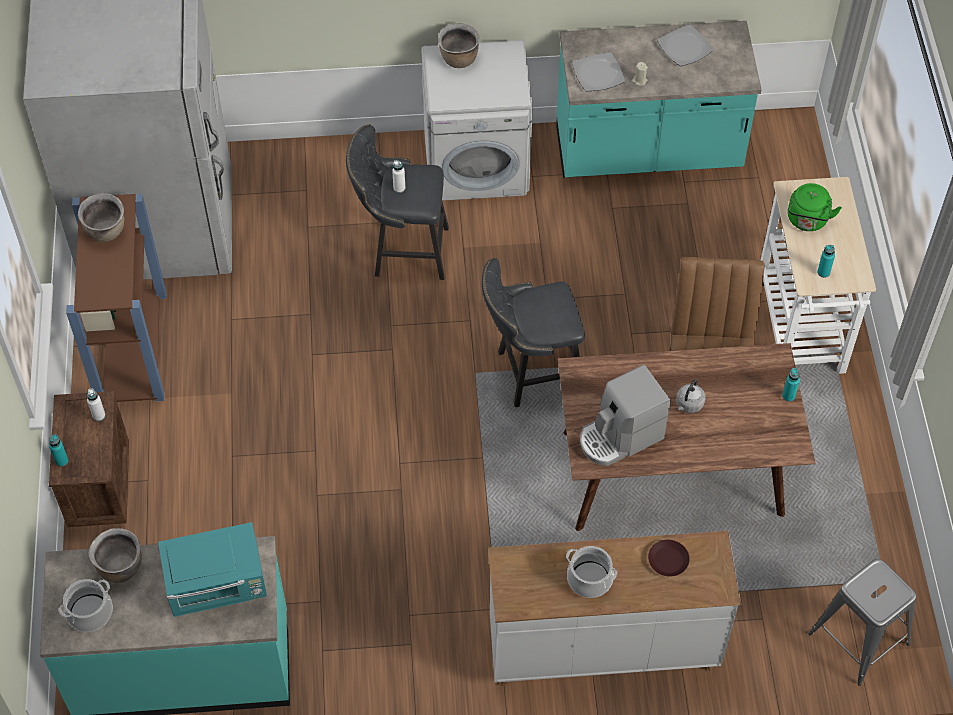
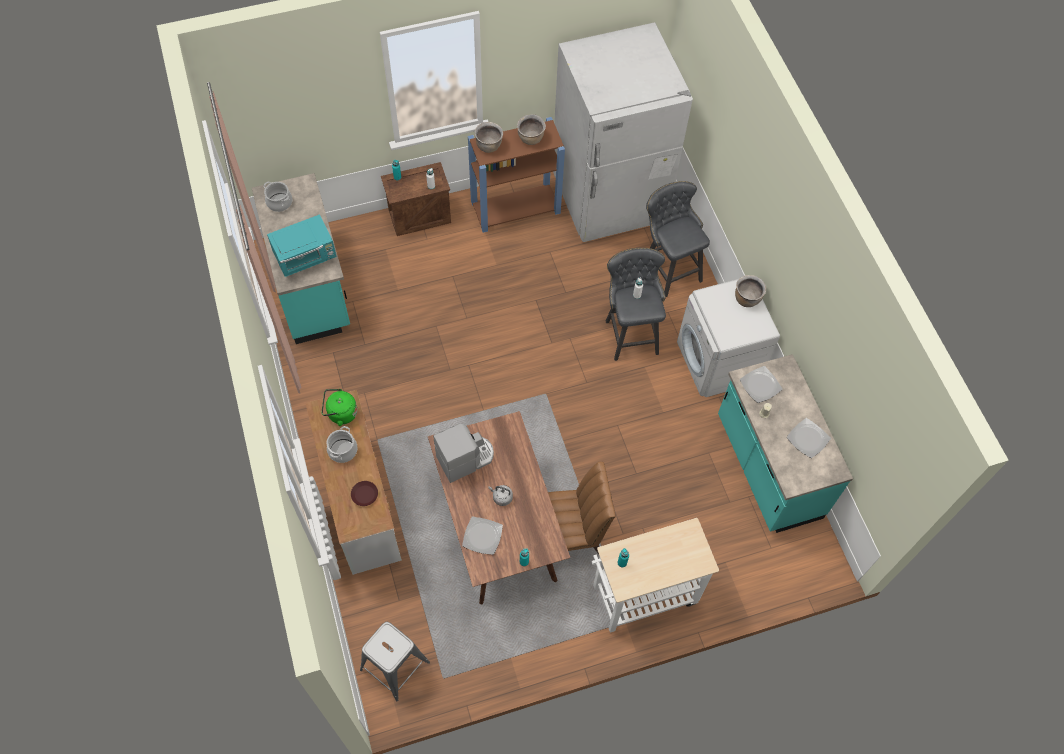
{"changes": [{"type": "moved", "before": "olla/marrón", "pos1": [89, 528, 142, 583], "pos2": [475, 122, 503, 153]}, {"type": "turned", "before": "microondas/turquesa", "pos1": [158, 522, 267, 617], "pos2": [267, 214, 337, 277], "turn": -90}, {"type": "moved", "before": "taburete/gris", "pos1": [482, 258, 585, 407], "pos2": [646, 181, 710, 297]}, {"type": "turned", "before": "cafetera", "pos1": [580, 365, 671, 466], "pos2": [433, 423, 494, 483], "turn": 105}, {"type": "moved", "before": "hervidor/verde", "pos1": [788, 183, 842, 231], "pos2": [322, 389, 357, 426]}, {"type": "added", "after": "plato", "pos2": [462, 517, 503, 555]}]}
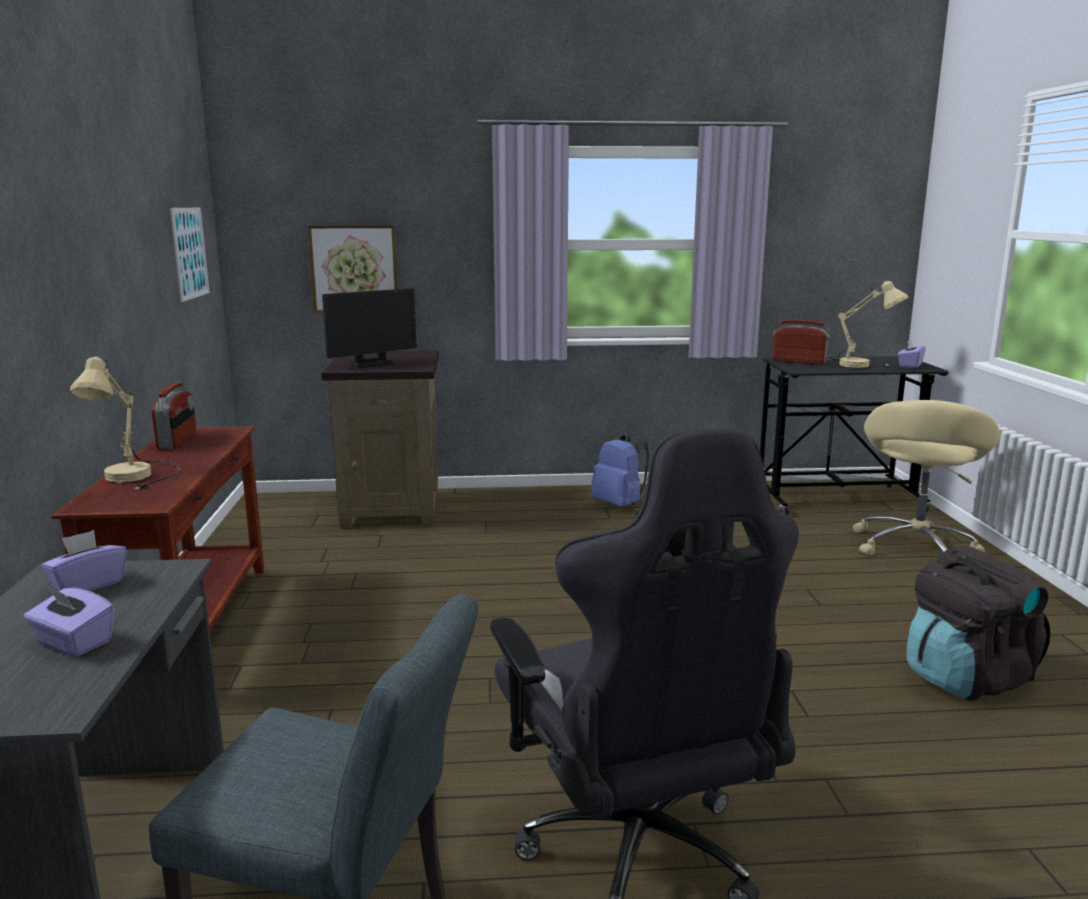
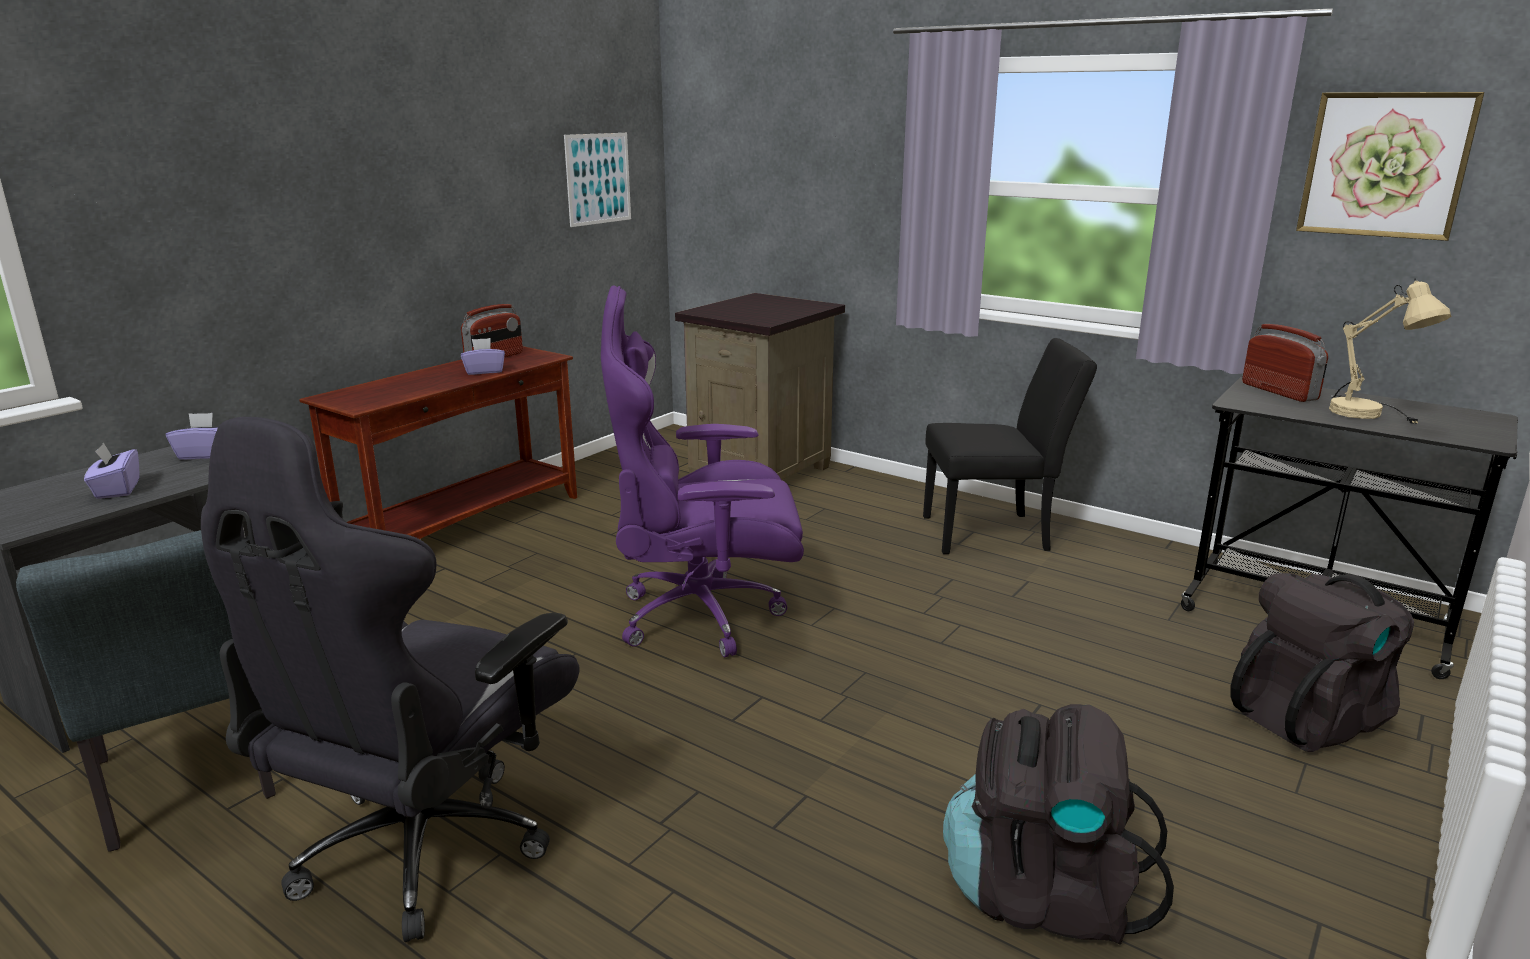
{"changes": [{"type": "removed", "before": "lámpara de mesa/beis", "pos1": [70, 354, 181, 490]}, {"type": "moved", "before": "cuadro", "pos1": [307, 225, 398, 313], "pos2": [1296, 92, 1485, 241]}, {"type": "removed", "before": "monitor", "pos1": [322, 288, 417, 367]}, {"type": "replaced", "before": "mochila/azul", "after": "silla/negro", "pos1": [591, 433, 649, 507], "pos2": [923, 338, 1097, 554]}, {"type": "replaced", "before": "silla de oficina/beis", "after": "mochila/negro", "pos1": [852, 400, 1000, 556], "pos2": [1231, 573, 1414, 752]}, {"type": "moved", "before": "caja de pañuelos/morado", "pos1": [898, 339, 926, 368], "pos2": [461, 338, 505, 375]}, {"type": "added", "after": "silla de oficina/morado", "pos2": [601, 285, 804, 657]}]}
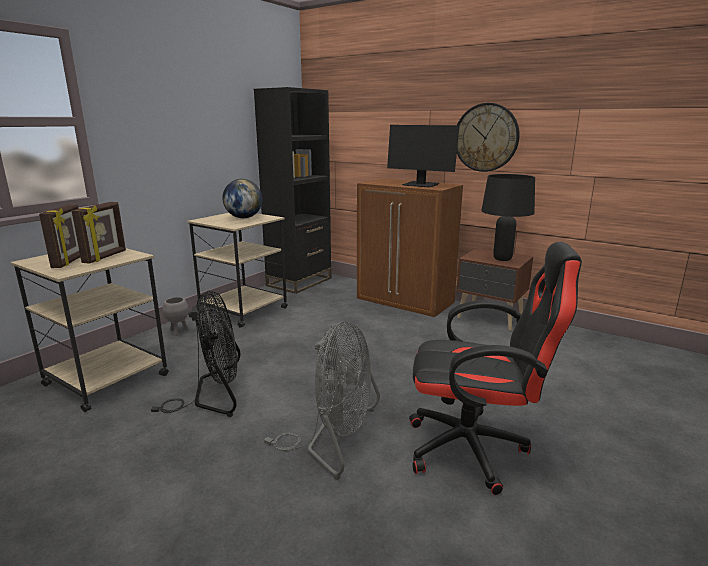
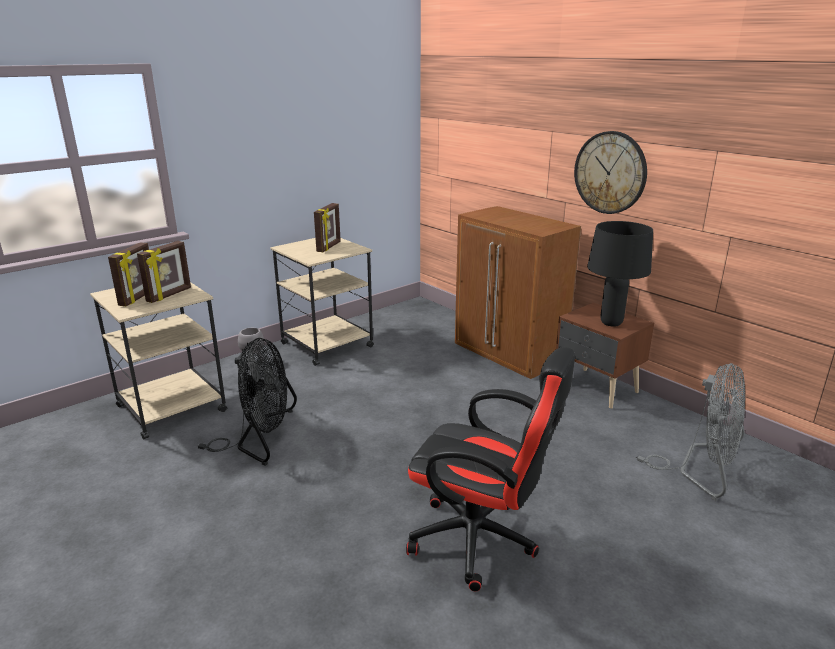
{"changes": [{"type": "replaced", "before": "globo terráqueo", "after": "portarretratos", "pos1": [222, 179, 263, 218], "pos2": [314, 203, 341, 252]}, {"type": "removed", "before": "estantería/negro", "pos1": [254, 87, 332, 294]}, {"type": "moved", "before": "ventilador/gris", "pos1": [264, 321, 380, 480], "pos2": [637, 363, 745, 501]}, {"type": "removed", "before": "monitor", "pos1": [387, 125, 460, 188]}]}
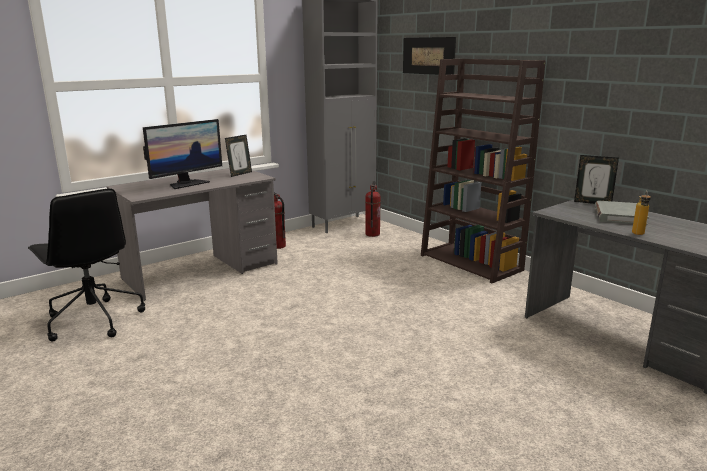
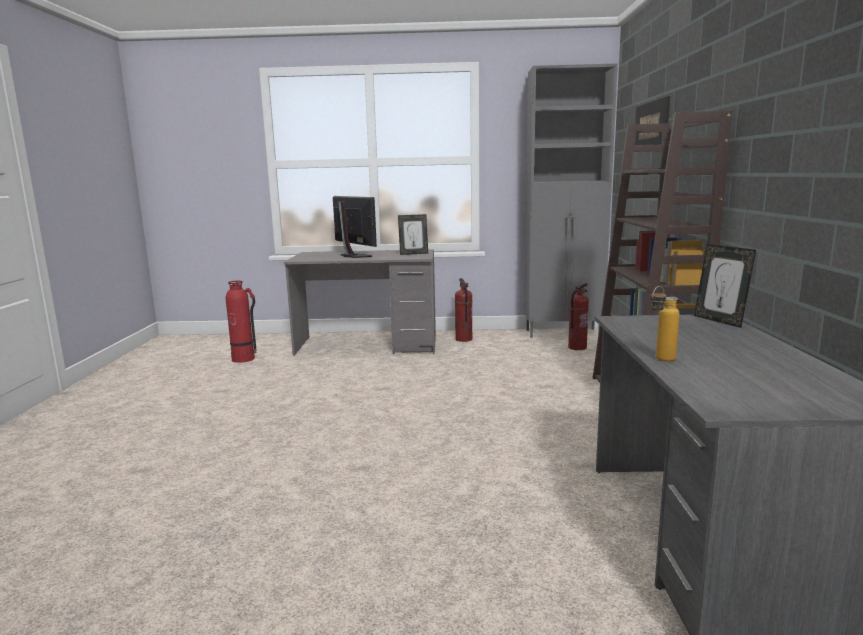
{"changes": [{"type": "replaced", "before": "silla de oficina/negro", "after": "extintor", "pos1": [28, 189, 145, 342], "pos2": [226, 281, 257, 363]}, {"type": "turned", "before": "monitor", "pos1": [143, 119, 222, 189], "pos2": [333, 196, 377, 258], "turn": -120}, {"type": "removed", "before": "libro/gris", "pos1": [595, 201, 649, 225]}]}
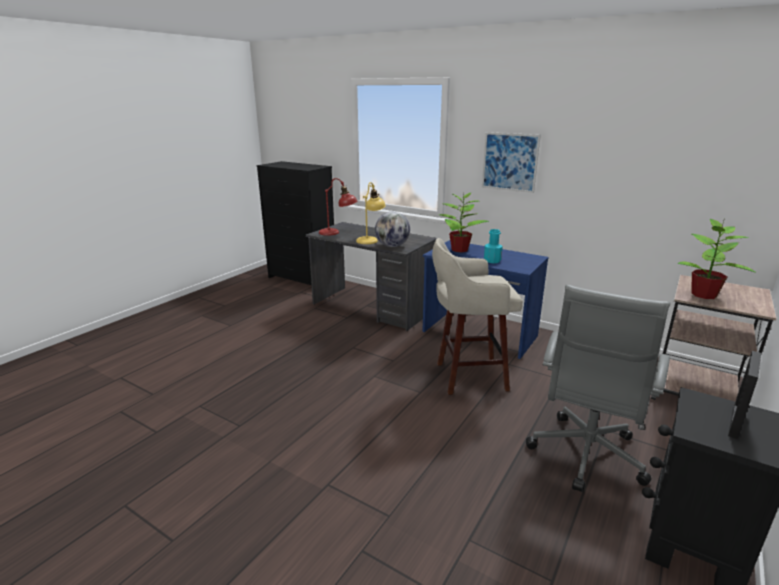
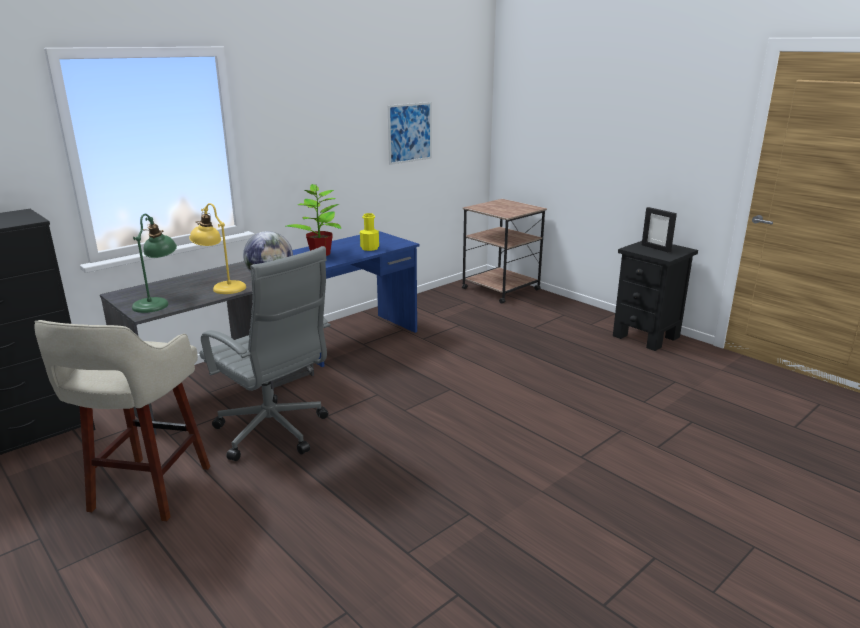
{"changes": [{"type": "recoloured", "before": "lámpara de mesa/rojo", "after": "lámpara de mesa/verde", "pos1": [319, 178, 358, 236], "pos2": [132, 214, 177, 313]}, {"type": "moved", "before": "taburete/beis", "pos1": [432, 238, 523, 395], "pos2": [34, 320, 210, 521]}, {"type": "moved", "before": "cuadro", "pos1": [482, 132, 541, 193], "pos2": [388, 102, 432, 165]}, {"type": "recoloured", "before": "botella/turquesa", "after": "botella/amarillo", "pos1": [484, 229, 503, 263], "pos2": [360, 213, 379, 251]}, {"type": "moved", "before": "silla de oficina/gris", "pos1": [526, 285, 670, 492], "pos2": [199, 246, 331, 461]}, {"type": "removed", "before": "planta en maceta", "pos1": [677, 219, 755, 299]}]}
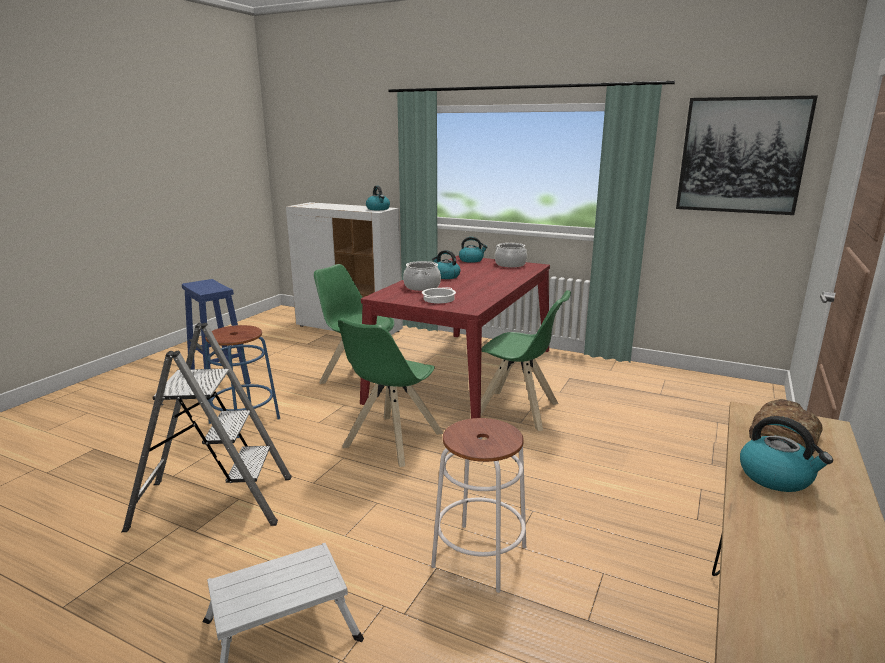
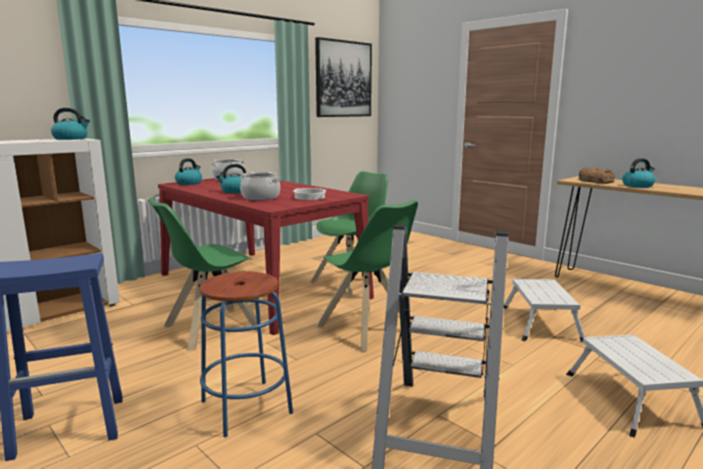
{"changes": [{"type": "replaced", "before": "taburete/blanco", "after": "escalera de tijera/blanco", "pos1": [431, 418, 526, 593], "pos2": [504, 279, 585, 342]}]}
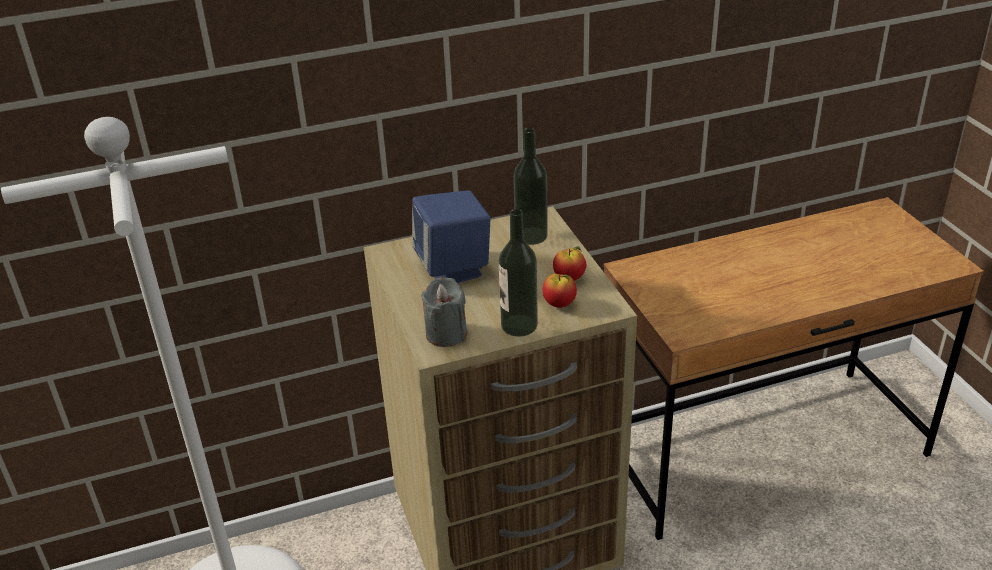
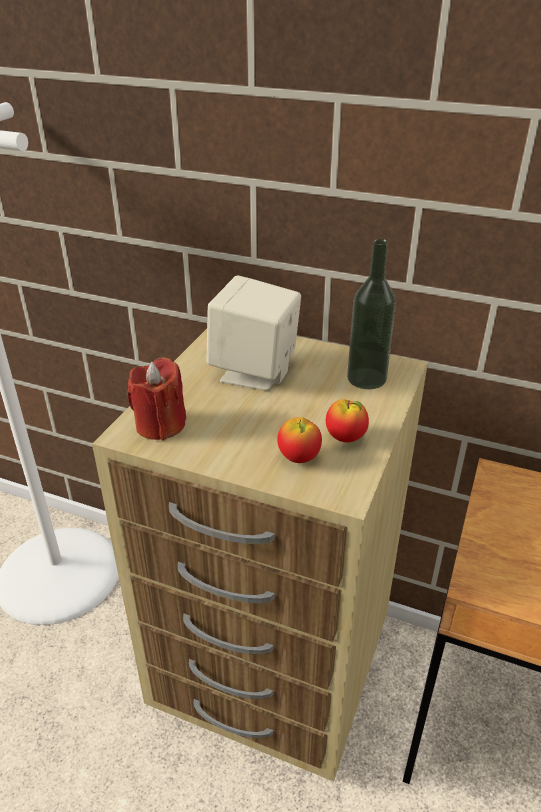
{"changes": [{"type": "recoloured", "before": "altavoz/azul", "after": "altavoz/beis", "pos1": [412, 190, 491, 283], "pos2": [206, 275, 301, 391]}, {"type": "recoloured", "before": "vela/gris", "after": "vela/rojo", "pos1": [421, 277, 467, 347], "pos2": [127, 358, 186, 441]}, {"type": "removed", "before": "botella", "pos1": [498, 209, 538, 337]}]}
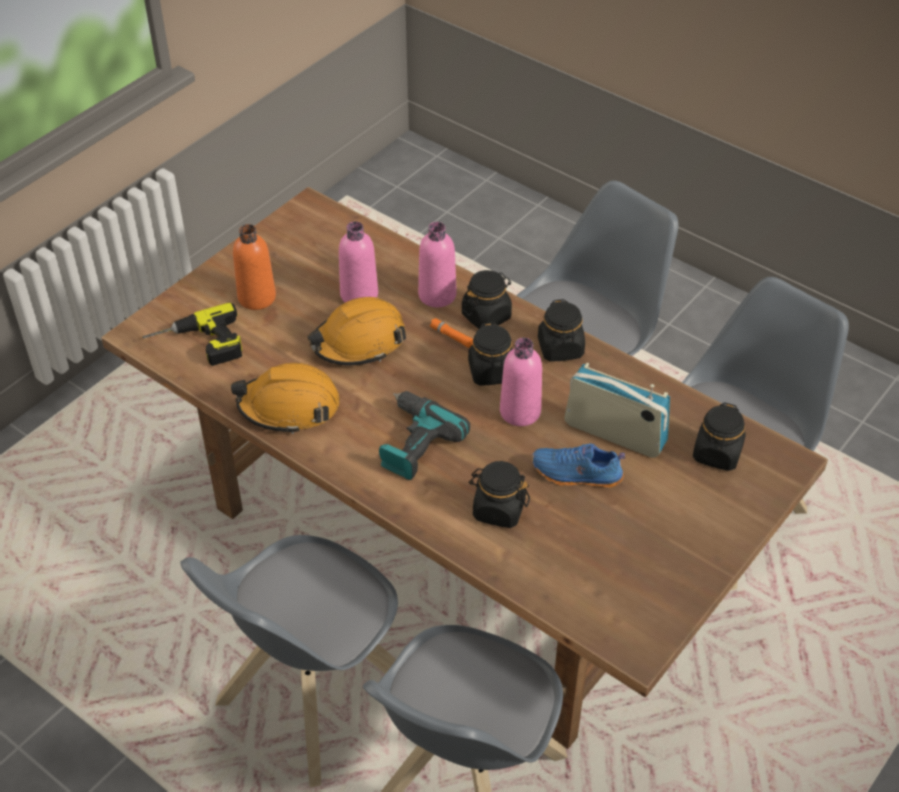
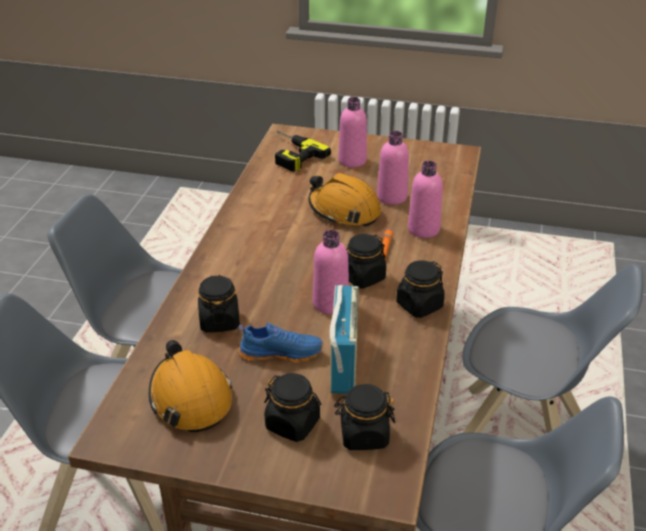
{"changes": [{"type": "moved", "before": "casco/naranja", "pos1": [231, 363, 340, 434], "pos2": [149, 340, 232, 433]}, {"type": "recoloured", "before": "botella/naranja", "after": "botella/rosa", "pos1": [233, 224, 276, 310], "pos2": [338, 97, 367, 167]}, {"type": "removed", "before": "taladro", "pos1": [379, 391, 470, 480]}, {"type": "moved", "before": "tarro/negro", "pos1": [462, 270, 512, 329], "pos2": [264, 373, 321, 442]}, {"type": "turned", "before": "zapato/azul", "pos1": [532, 444, 625, 488], "pos2": [238, 323, 323, 363], "turn": 105}]}
